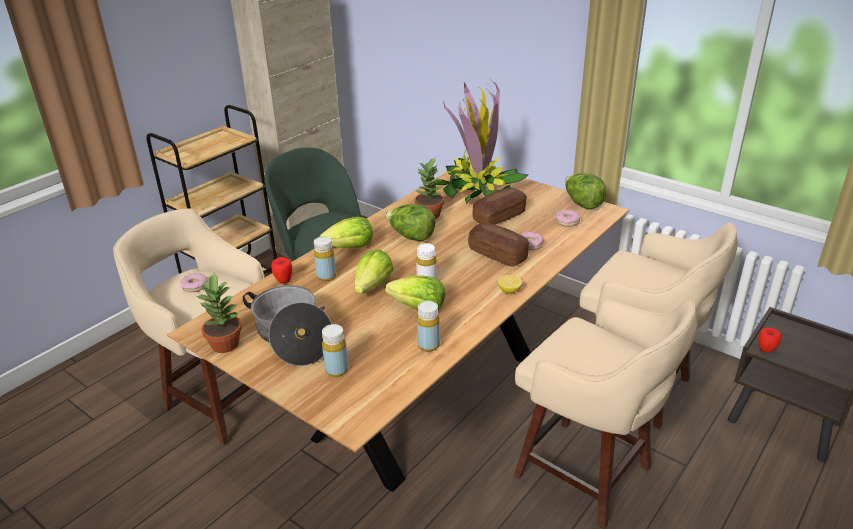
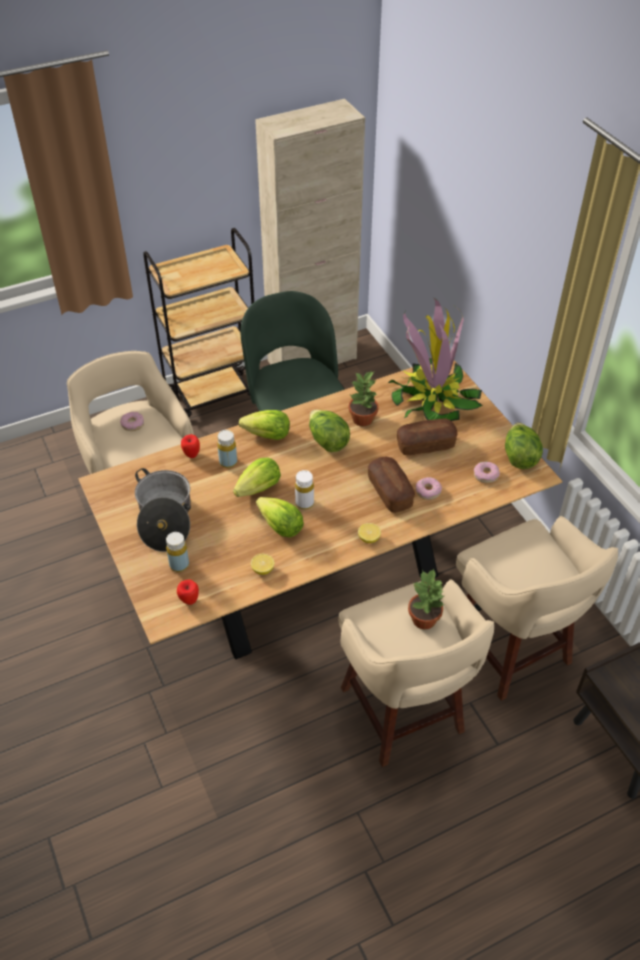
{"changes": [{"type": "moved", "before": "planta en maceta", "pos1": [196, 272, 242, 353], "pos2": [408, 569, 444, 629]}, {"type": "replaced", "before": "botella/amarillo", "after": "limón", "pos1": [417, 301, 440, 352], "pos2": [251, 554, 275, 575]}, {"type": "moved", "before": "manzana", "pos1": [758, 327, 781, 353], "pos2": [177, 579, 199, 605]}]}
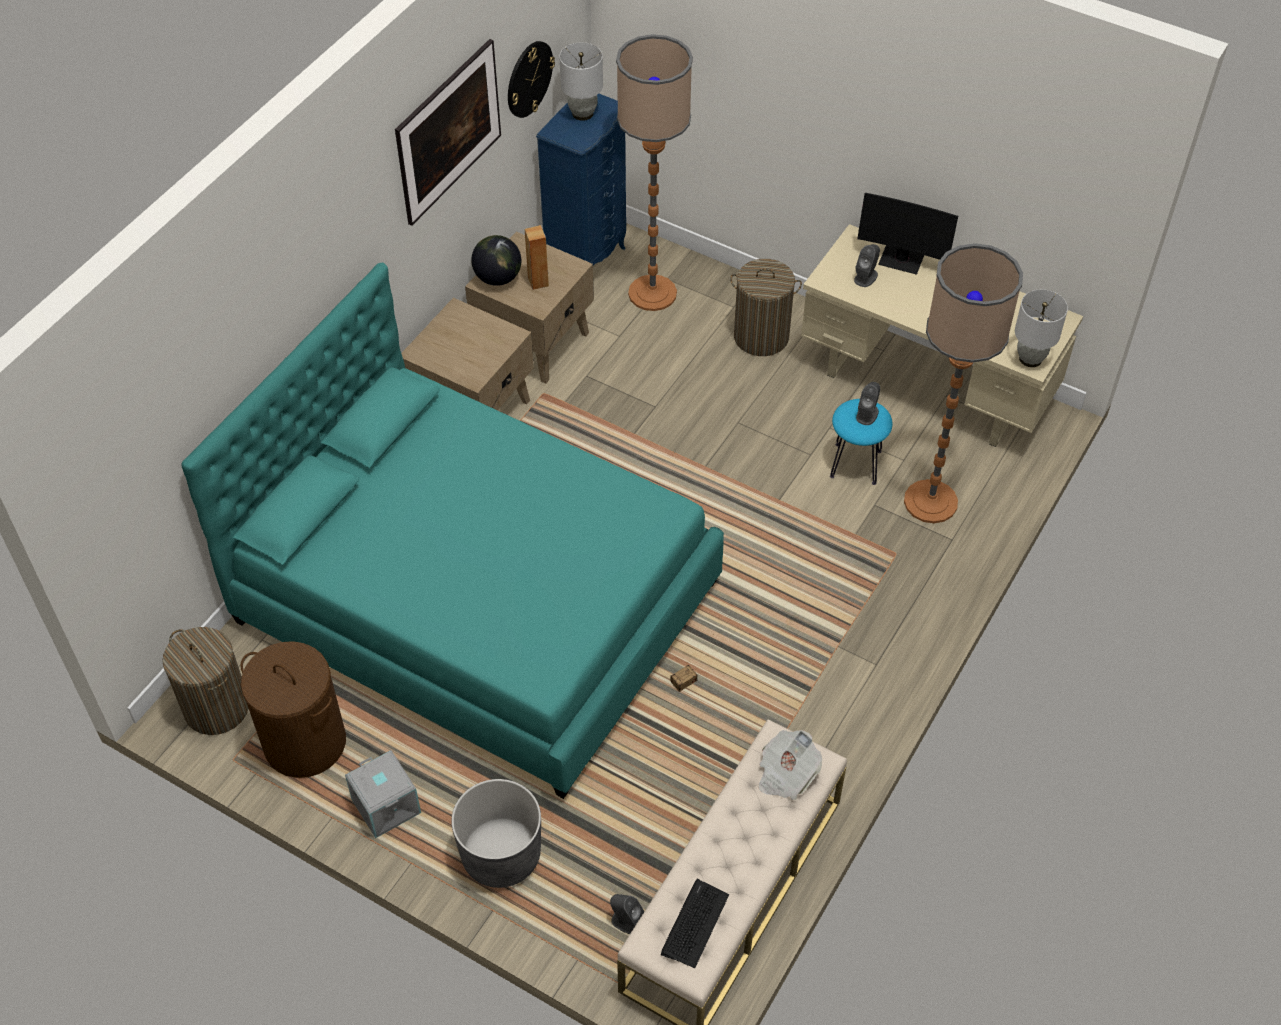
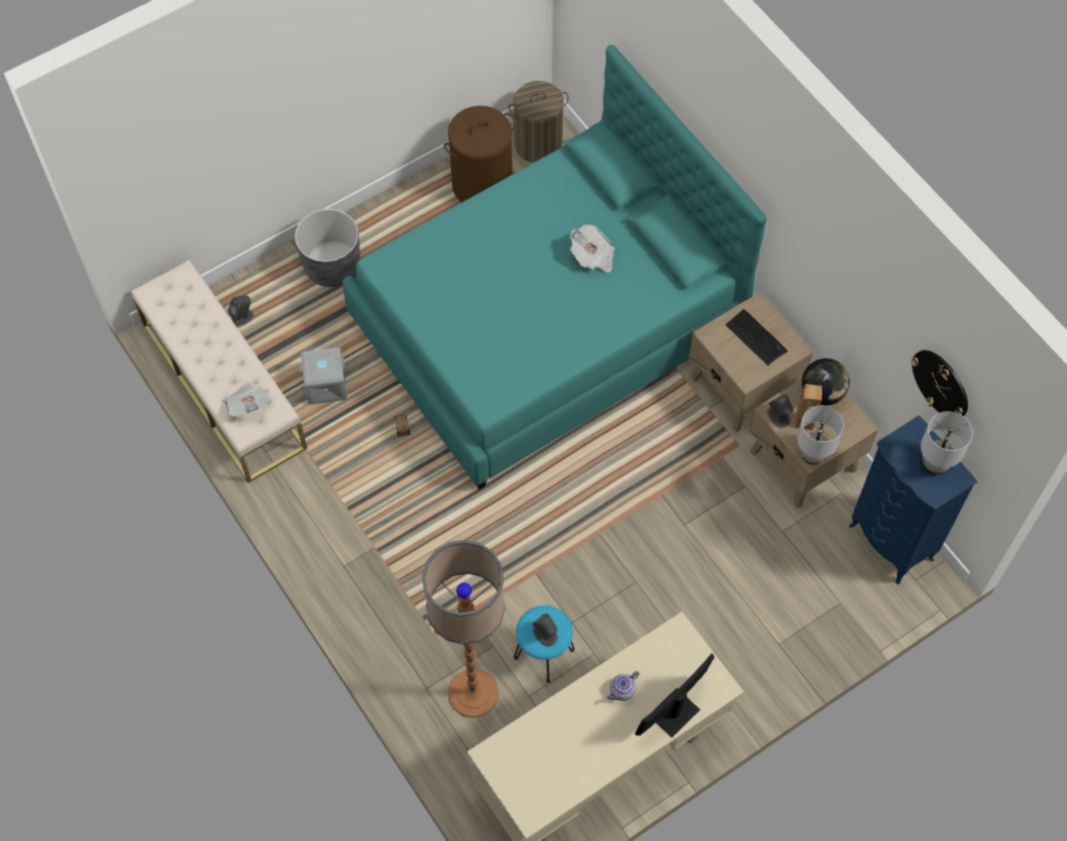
{"changes": [{"type": "moved", "before": "caja de almacenaje/gris", "pos1": [345, 750, 421, 838], "pos2": [299, 347, 348, 405]}, {"type": "removed", "before": "cuadro", "pos1": [395, 39, 501, 226]}, {"type": "removed", "before": "lámpara de pie", "pos1": [616, 34, 693, 311]}, {"type": "moved", "before": "teclado", "pos1": [661, 879, 729, 968], "pos2": [726, 309, 788, 365]}, {"type": "removed", "before": "cesto de la ropa", "pos1": [730, 259, 802, 356]}, {"type": "moved", "before": "altavoz/gris", "pos1": [854, 244, 880, 287], "pos2": [767, 394, 793, 428]}, {"type": "moved", "before": "lámpara de mesa/blanco", "pos1": [1015, 289, 1068, 367], "pos2": [797, 405, 844, 465]}, {"type": "added", "after": "periódico", "pos2": [570, 225, 615, 272]}, {"type": "added", "after": "tetera", "pos2": [607, 671, 639, 701]}]}
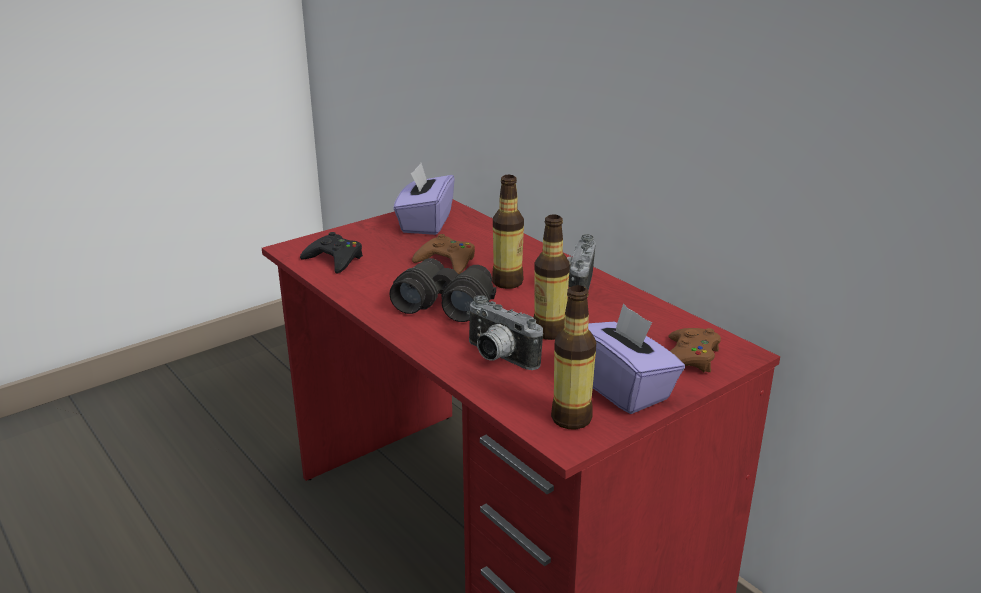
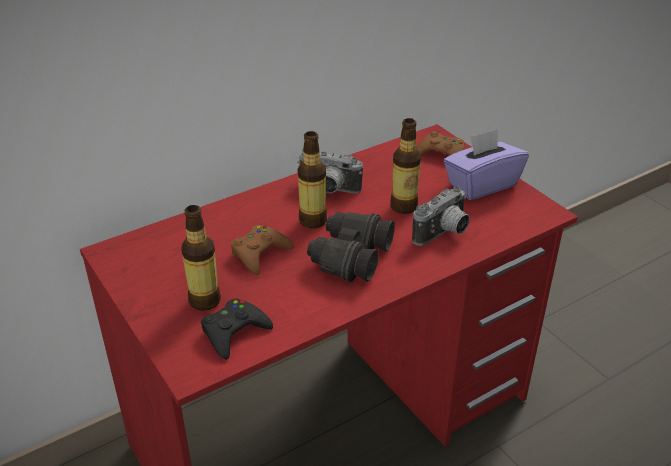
{"changes": [{"type": "removed", "before": "caja de pañuelos/morado", "pos1": [393, 163, 455, 235]}, {"type": "moved", "before": "botella", "pos1": [551, 285, 596, 429], "pos2": [181, 205, 221, 311]}]}
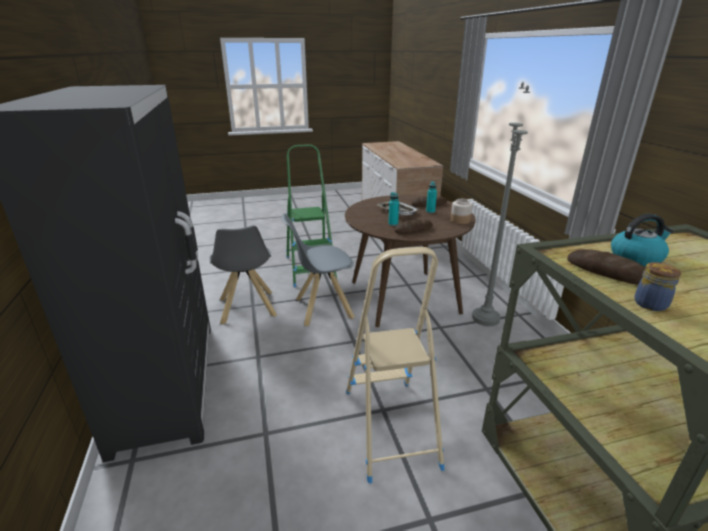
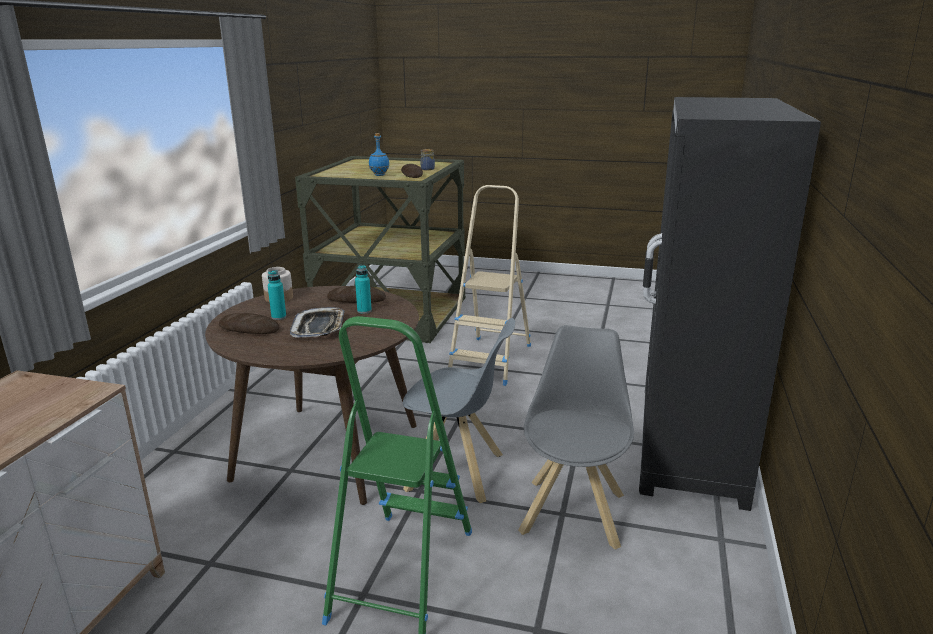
{"changes": [{"type": "removed", "before": "lámpara de pie/gris", "pos1": [472, 82, 530, 326]}, {"type": "replaced", "before": "hervidor", "after": "botella/azul", "pos1": [611, 214, 673, 266], "pos2": [369, 133, 390, 176]}]}
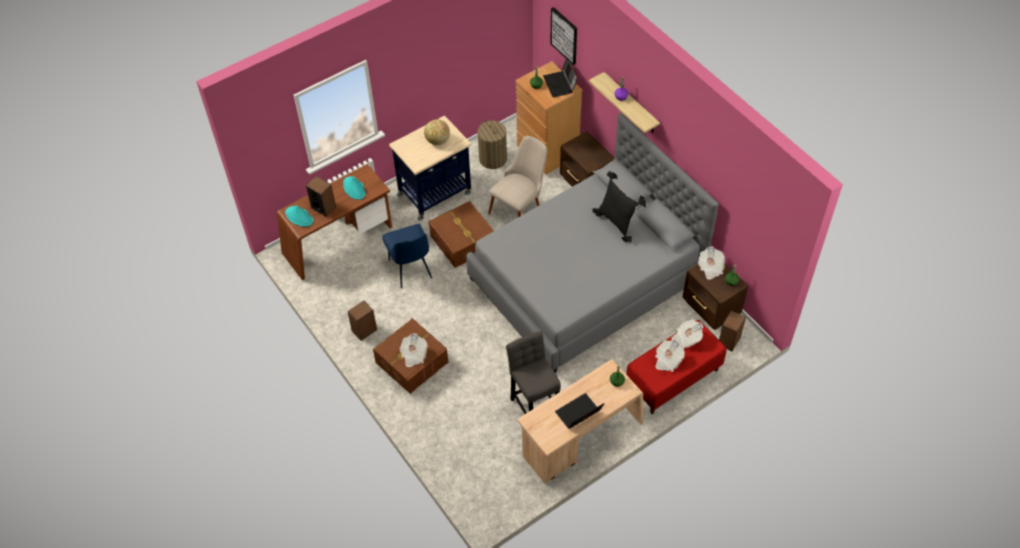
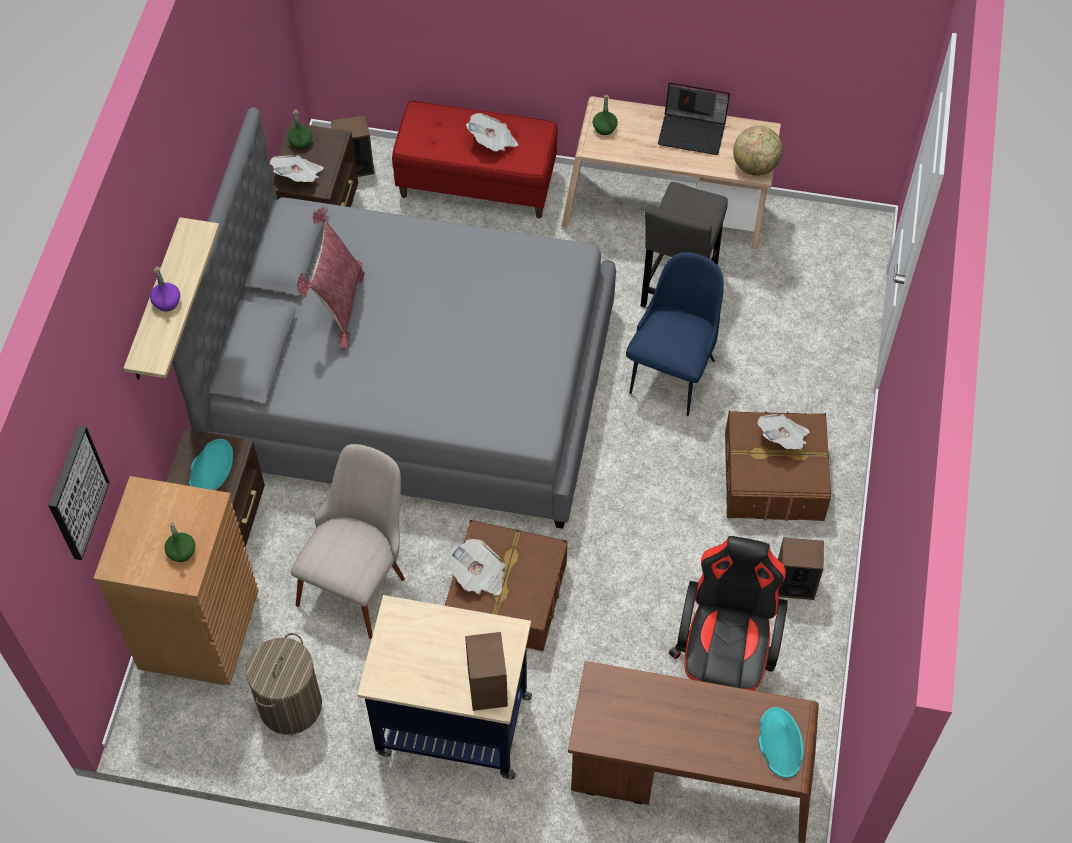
{"changes": [{"type": "moved", "before": "altavoz", "pos1": [306, 176, 336, 217], "pos2": [465, 632, 508, 711]}, {"type": "moved", "before": "sombrero/turquesa", "pos1": [343, 176, 366, 200], "pos2": [189, 439, 233, 490]}, {"type": "moved", "before": "silla/azul", "pos1": [382, 224, 432, 288], "pos2": [626, 252, 724, 416]}, {"type": "moved", "before": "globo terráqueo", "pos1": [424, 119, 450, 145], "pos2": [733, 126, 783, 176]}, {"type": "turned", "before": "silla/beis", "pos1": [488, 136, 547, 217], "pos2": [291, 444, 405, 639], "turn": 120}, {"type": "removed", "before": "portátil", "pos1": [543, 59, 578, 97]}, {"type": "recoloured", "before": "cojín/negro", "after": "cojín/rojo", "pos1": [592, 171, 646, 242], "pos2": [297, 207, 364, 349]}, {"type": "moved", "before": "periódico", "pos1": [671, 319, 703, 349], "pos2": [451, 539, 505, 595]}, {"type": "added", "after": "silla de oficina/negro", "pos2": [669, 536, 788, 690]}]}
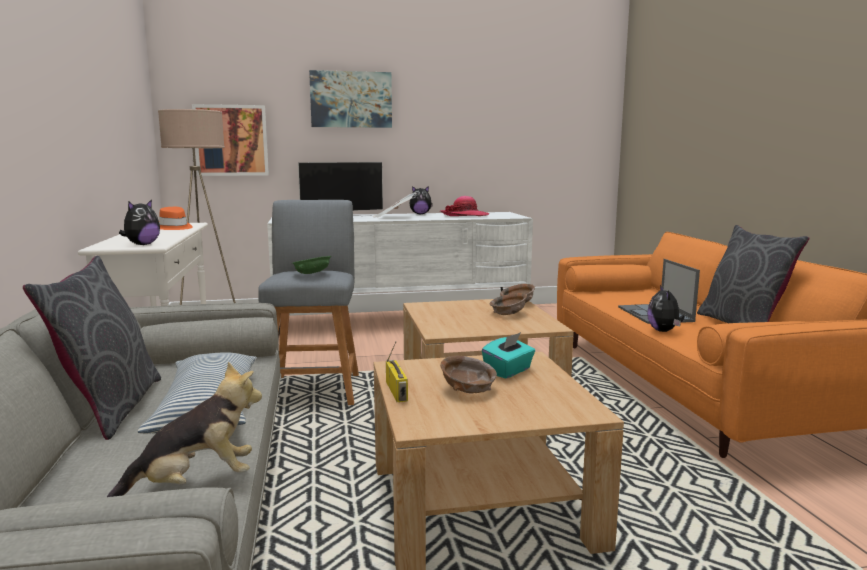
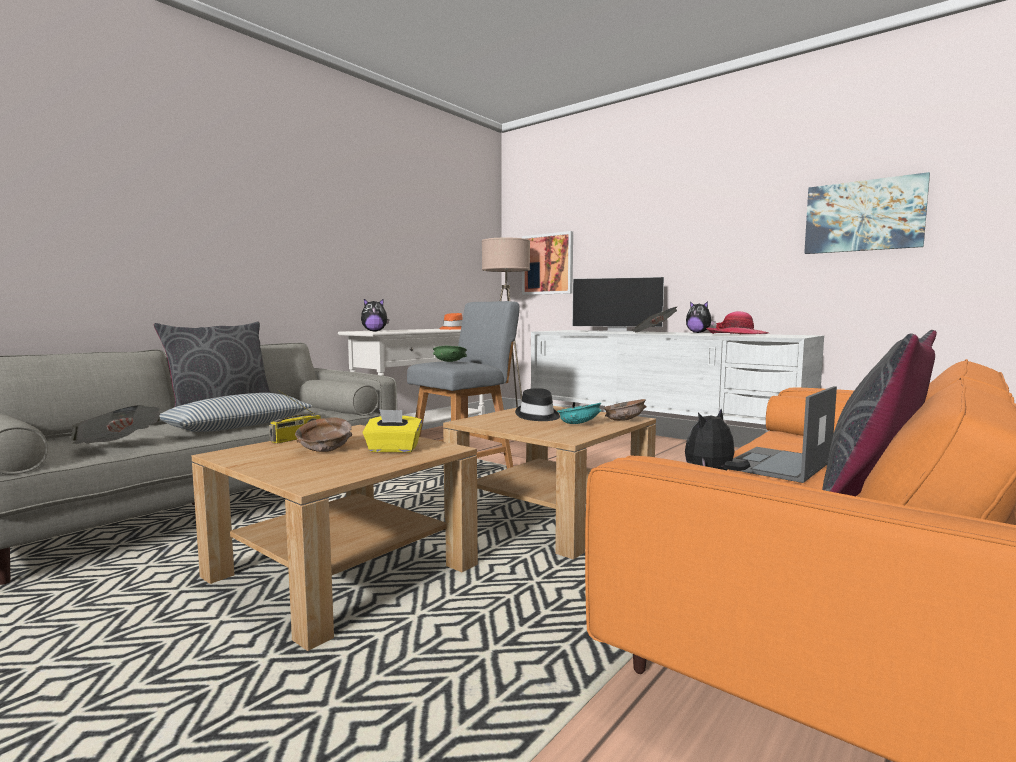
{"changes": [{"type": "replaced", "before": "peluche", "after": "periódico", "pos1": [107, 362, 262, 497], "pos2": [71, 405, 160, 444]}, {"type": "moved", "before": "cuadro", "pos1": [309, 70, 392, 128], "pos2": [804, 172, 930, 254]}, {"type": "recoloured", "before": "caja de pañuelos/turquesa", "after": "caja de pañuelos/amarillo", "pos1": [482, 332, 535, 379], "pos2": [363, 409, 422, 453]}, {"type": "recoloured", "before": "cuenco/marrón", "after": "cuenco/turquesa", "pos1": [490, 293, 527, 315], "pos2": [557, 403, 601, 424]}, {"type": "added", "after": "sombrero/negro", "pos2": [515, 388, 560, 421]}]}
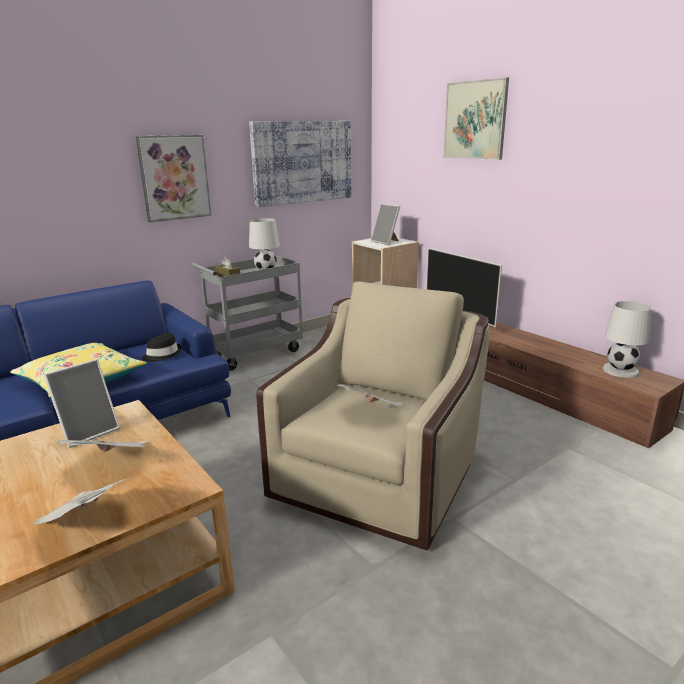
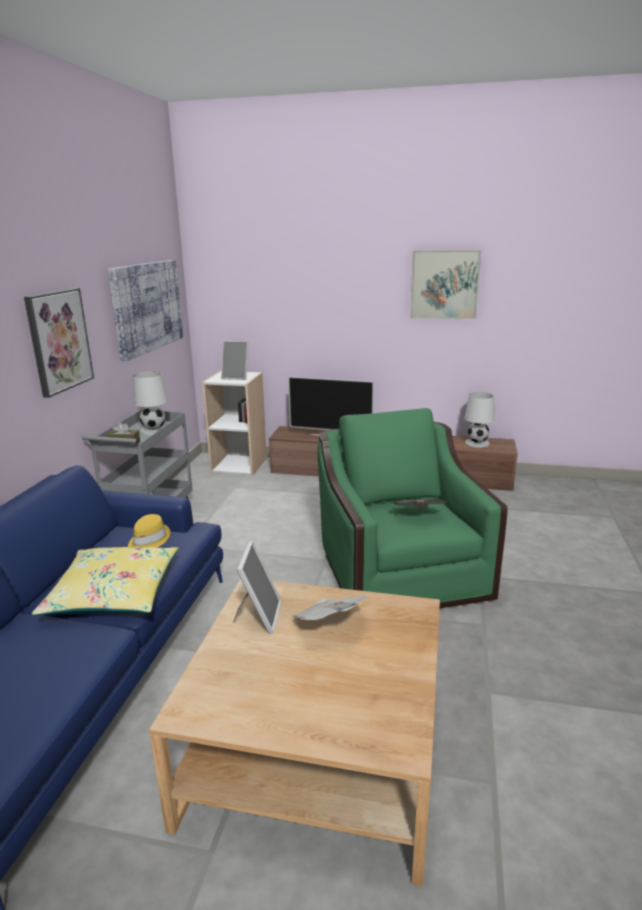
{"changes": [{"type": "removed", "before": "periódico", "pos1": [31, 479, 126, 524]}, {"type": "recoloured", "before": "sombrero/negro", "after": "sombrero/amarillo", "pos1": [142, 333, 182, 362], "pos2": [128, 514, 170, 548]}, {"type": "recoloured", "before": "sillón/beis", "after": "sillón/verde", "pos1": [256, 281, 490, 551], "pos2": [317, 408, 508, 608]}, {"type": "moved", "before": "cuadro", "pos1": [443, 77, 509, 160], "pos2": [410, 250, 482, 319]}]}
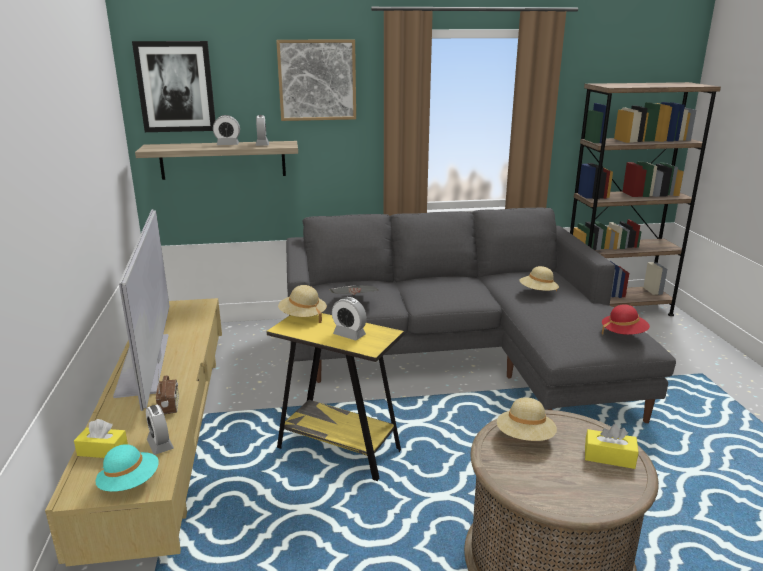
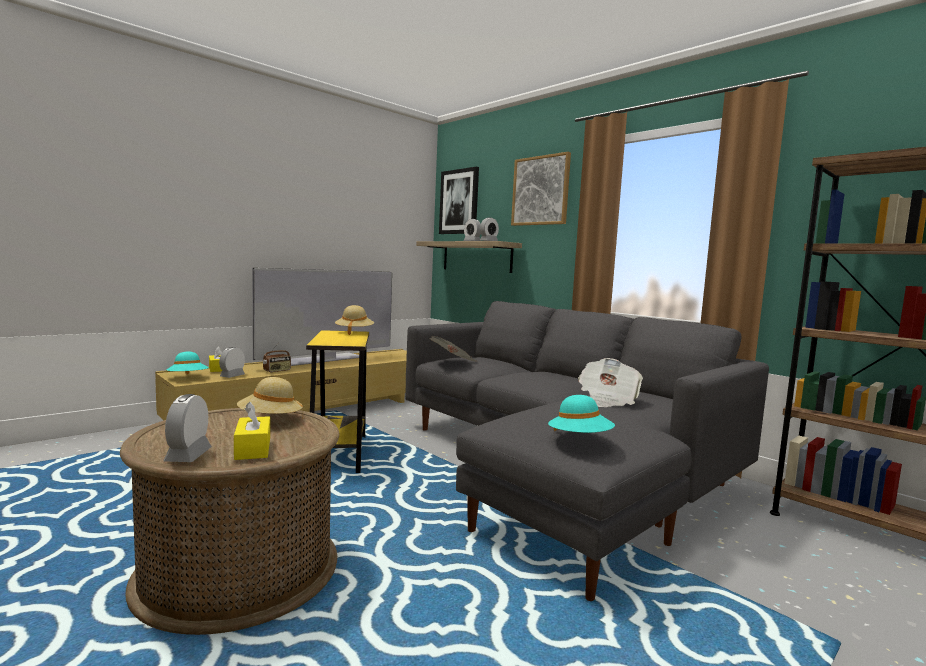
{"changes": [{"type": "moved", "before": "despertador", "pos1": [332, 297, 367, 340], "pos2": [163, 394, 212, 462]}, {"type": "replaced", "before": "sombrero/beis", "after": "periódico", "pos1": [520, 266, 559, 291], "pos2": [578, 358, 643, 407]}, {"type": "recoloured", "before": "sombrero/rojo", "after": "sombrero/turquesa", "pos1": [602, 305, 650, 335], "pos2": [548, 395, 615, 433]}]}
